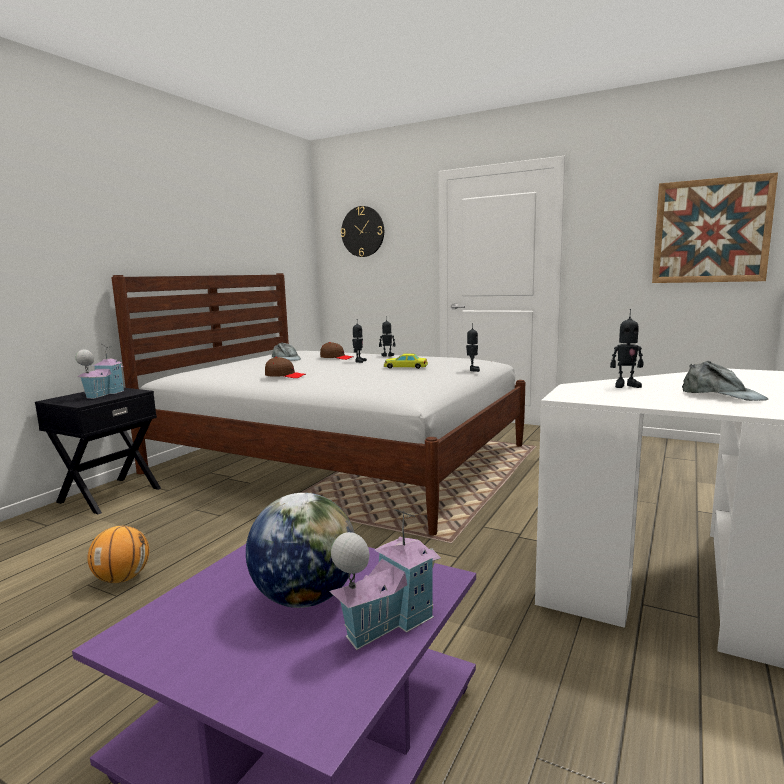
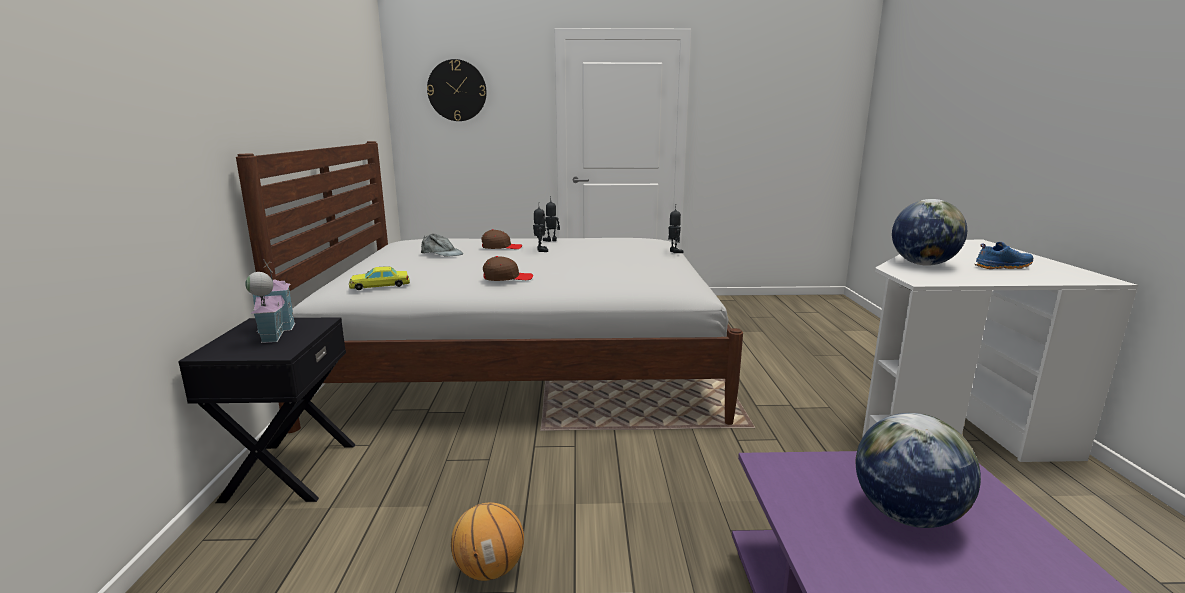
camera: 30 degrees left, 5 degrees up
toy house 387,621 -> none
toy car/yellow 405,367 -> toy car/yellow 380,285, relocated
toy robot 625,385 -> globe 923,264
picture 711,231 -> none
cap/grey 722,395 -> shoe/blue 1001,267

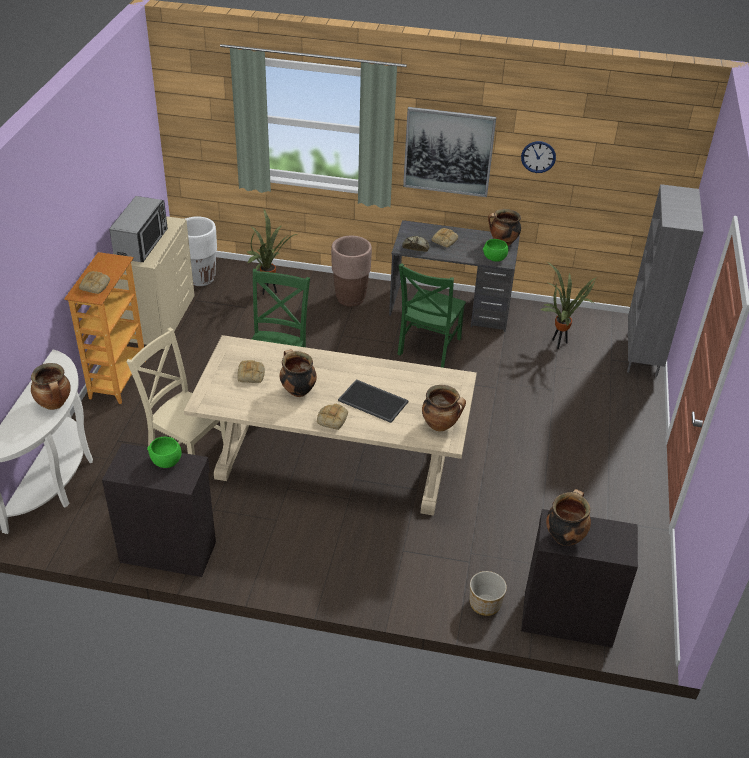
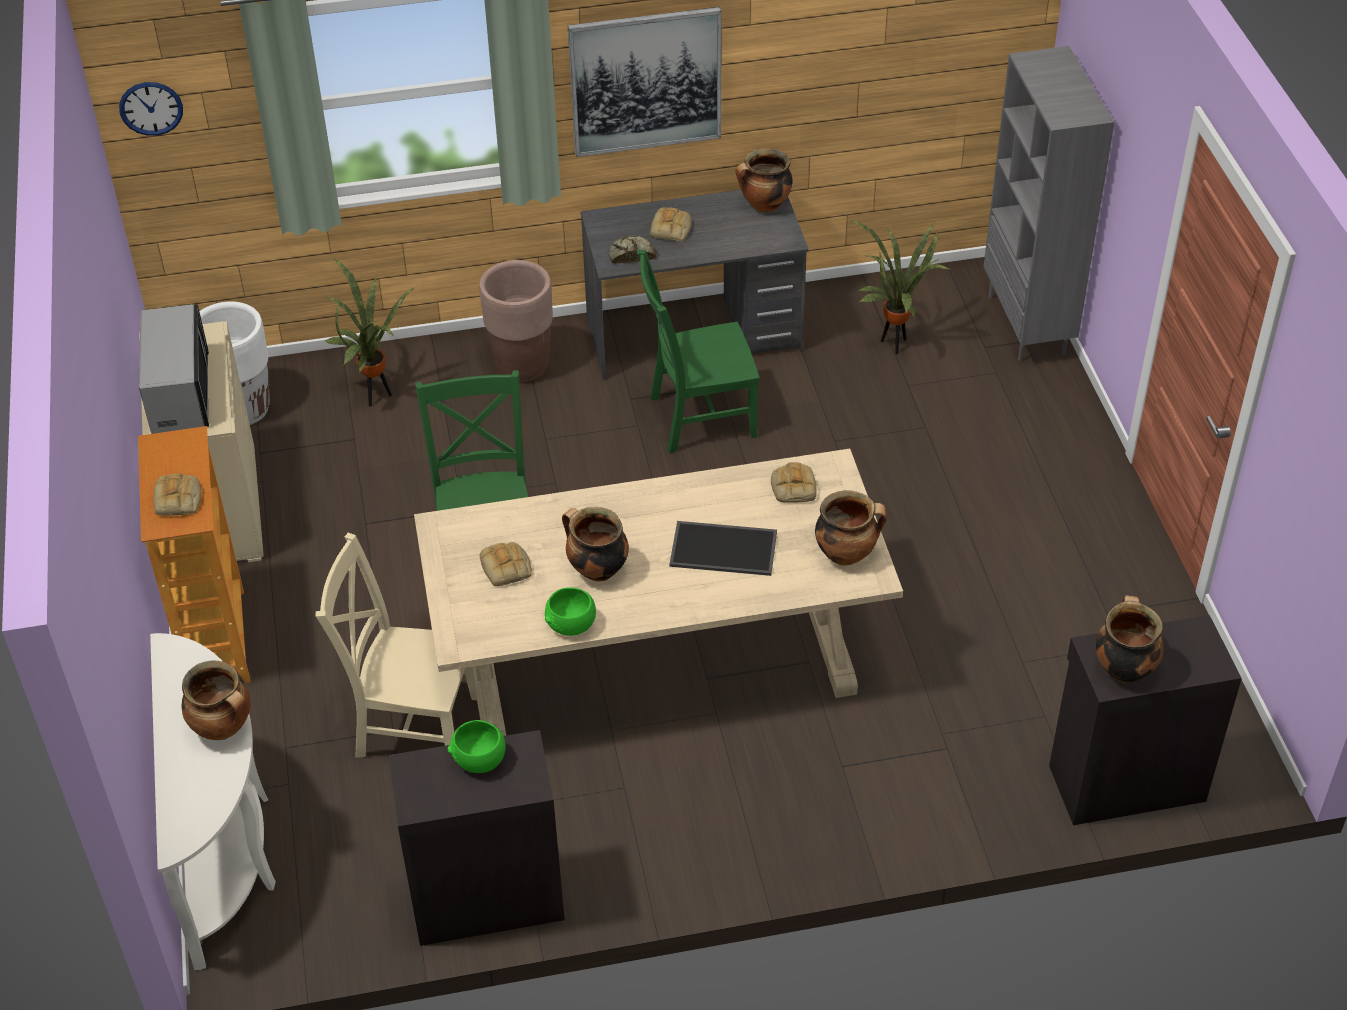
camera: 20 degrees left, 5 degrees up
bread 332,418 -> bread 792,487, relocated
chair/green 428,348 -> chair/green 697,417, 75 degrees clockwise
planter 484,604 -> none
bowl/green 494,258 -> bowl/green 571,625, relocated
wall clock 538,157 -> wall clock 151,108, relocated

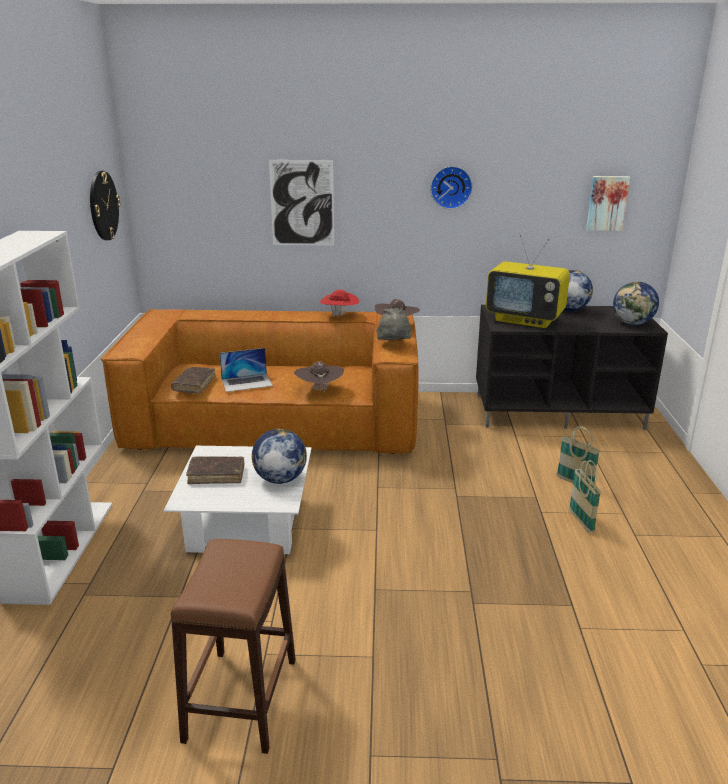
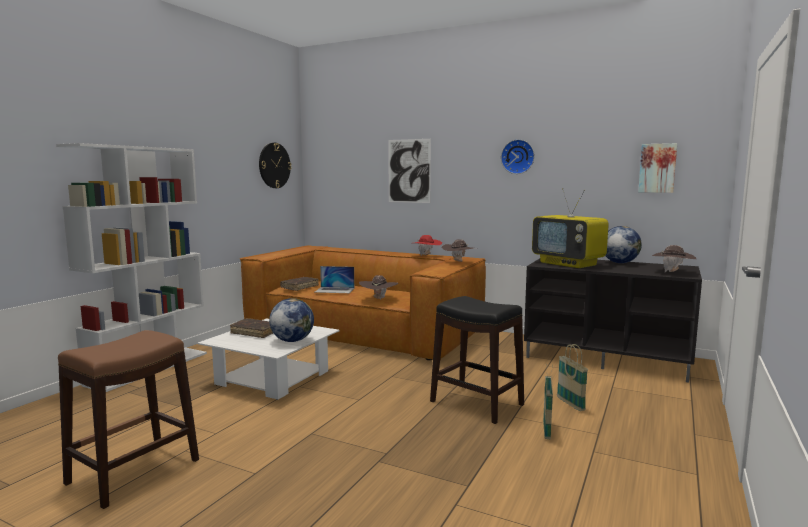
camera: 25 degrees right, 15 degrees down
hat/grey 394,344 -> none
globe 632,323 -> hat/brown 672,272
none -> stool/black 476,403

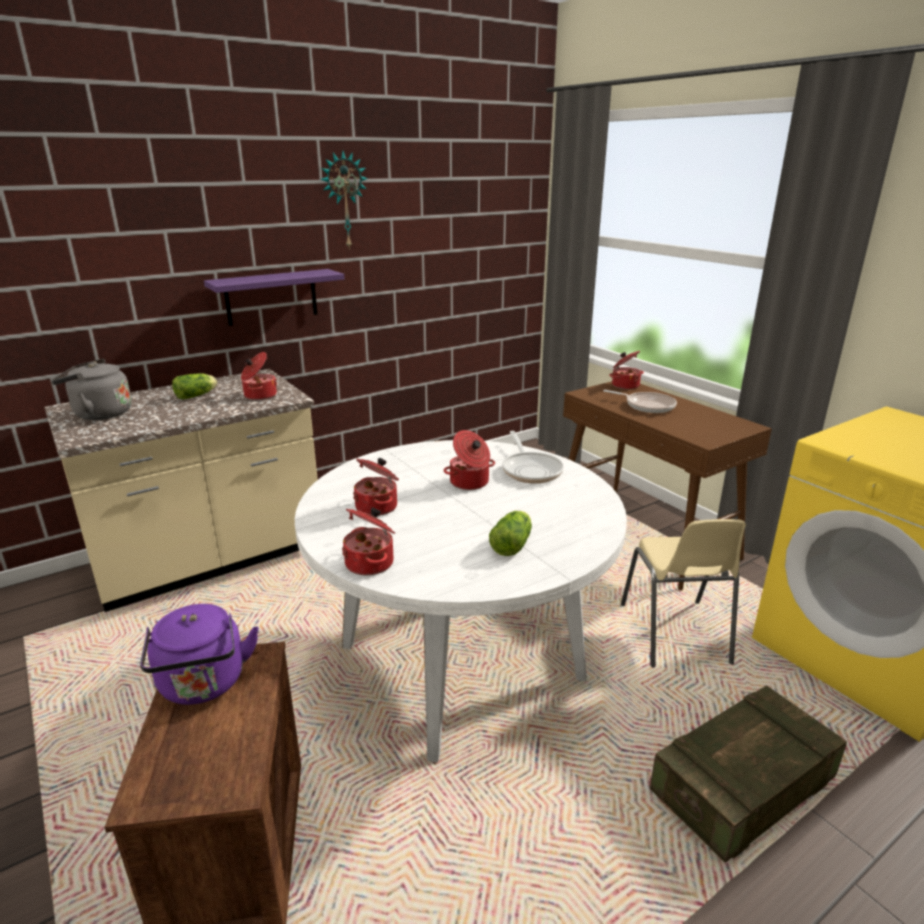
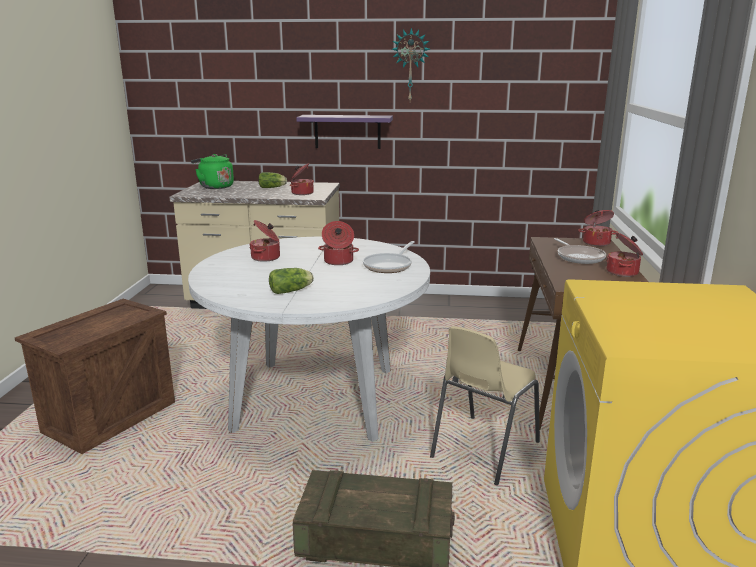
camera: 40 degrees right, 5 degrees down
kettle/grey 99,414 -> kettle/green 215,187
kettle/purple 203,685 -> none
cooking pot 371,563 -> cooking pot 623,272, relocated

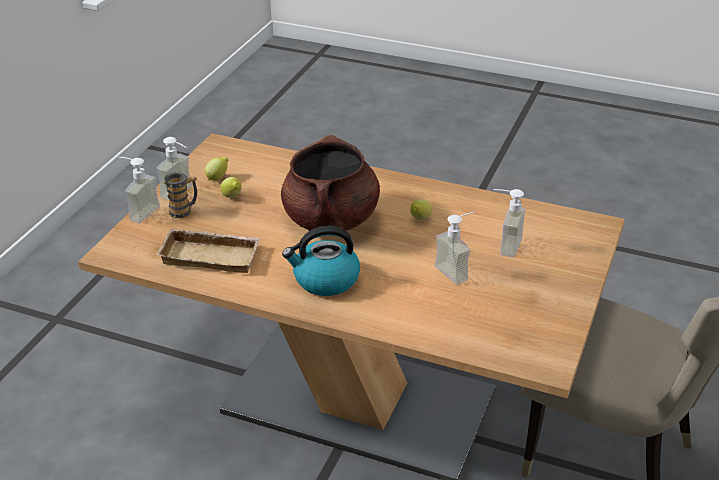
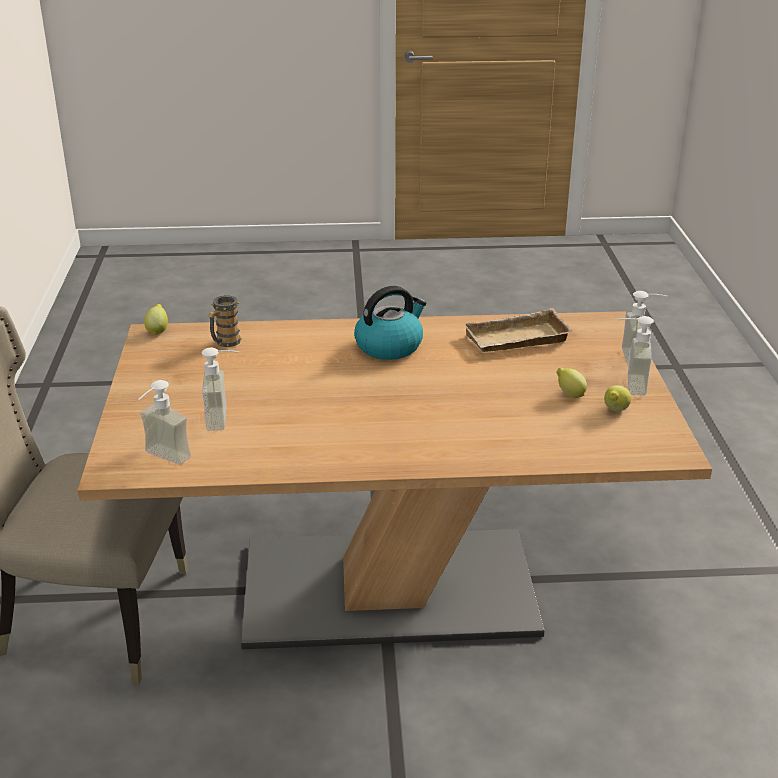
camera: 155 degrees right, 5 degrees down
mug 184,211 -> mug 225,343, relocated
cooking pot/brown 331,221 -> none
lemon 419,219 -> lemon 157,331, relocated
soap dispenser 457,270 -> soap dispenser 161,459, relocated

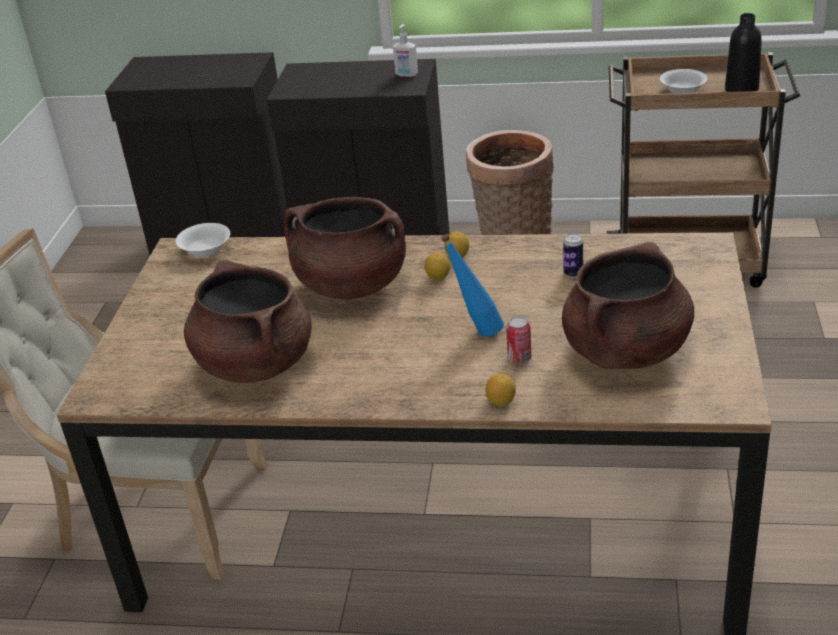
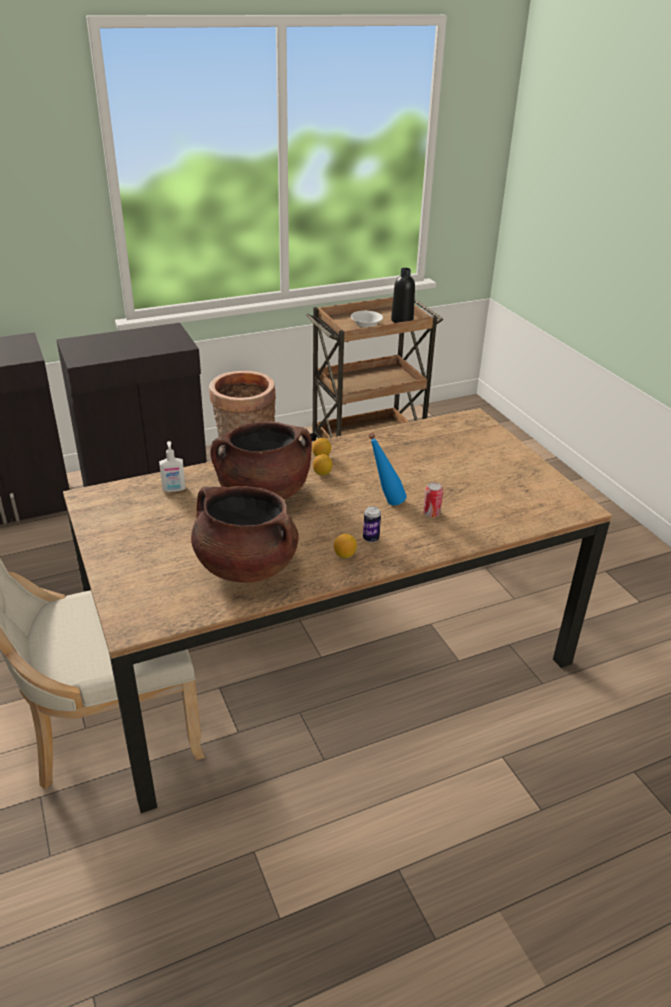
camera: 35 degrees left, 0 degrees up
bowl/white 206,249 -> none
soap dispenser 406,75 -> soap dispenser 174,489, relocated
lemon 501,401 -> lemon 344,555, relocated
cooking pot/brown 626,351 -> none
can 573,273 -> can 371,538, relocated

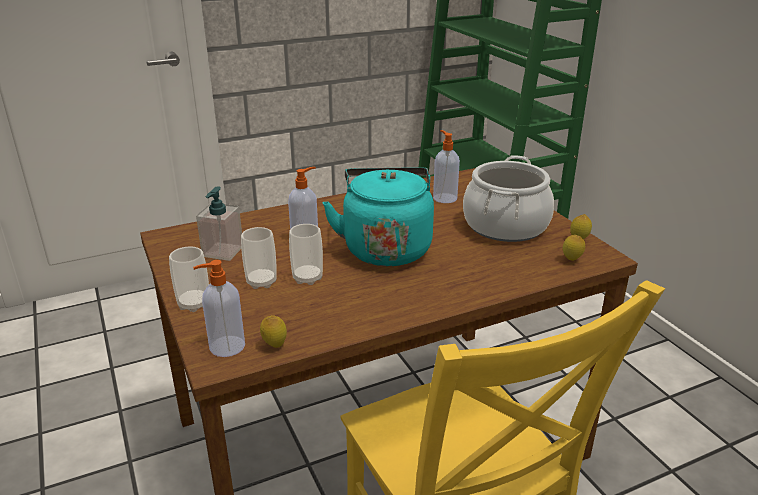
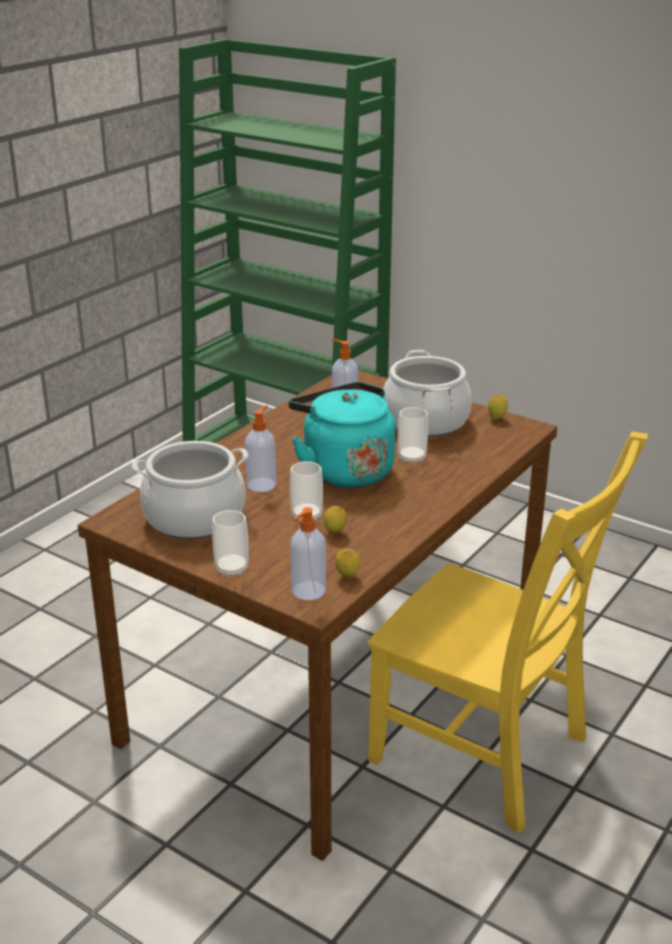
camera: 30 degrees left, 0 degrees up
soap dispenser 223,251 -> cooking pot 194,517
cup 261,282 -> cup 411,458, relocated
lemon 571,260 -> lemon 335,533, relocated

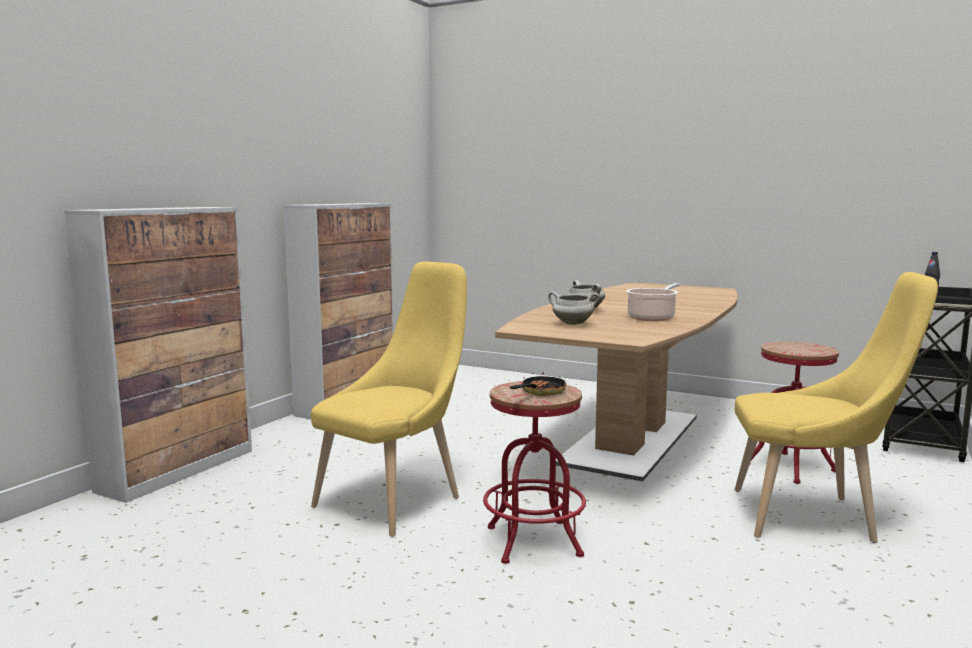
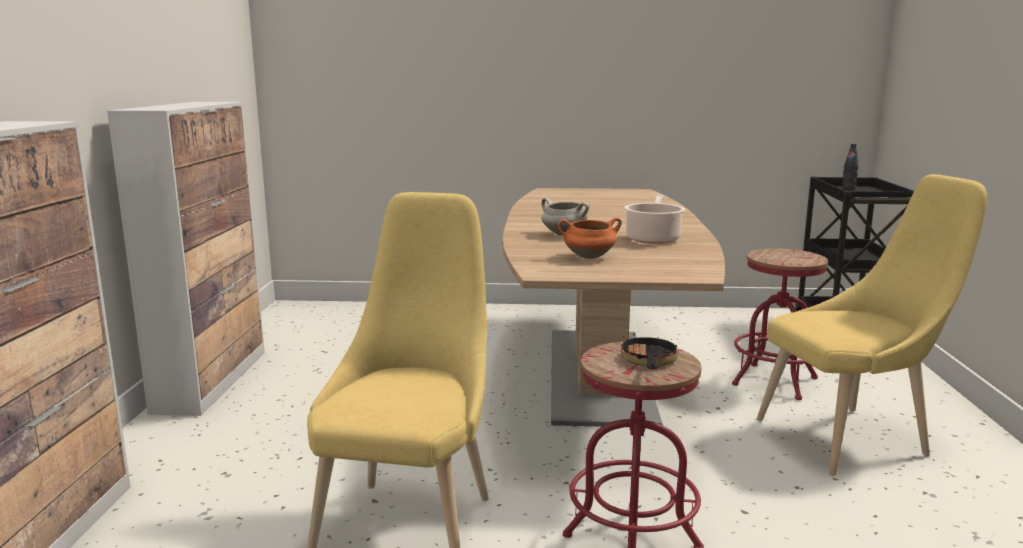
camera: 25 degrees left, 5 degrees up
cooking pot/white 572,324 -> cooking pot/orange 588,257

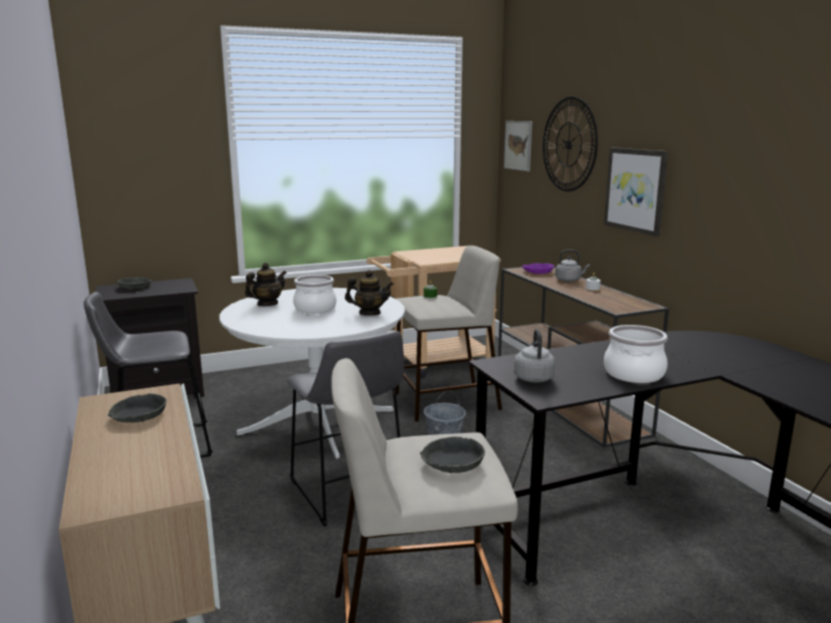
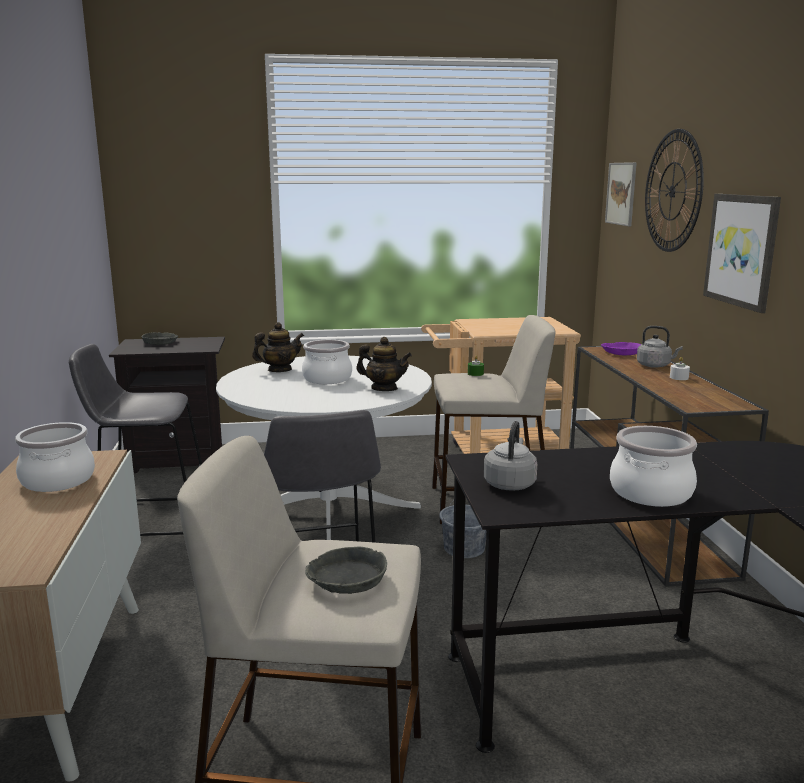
camera: 15 degrees right, 0 degrees up
bowl/grey 138,415 -> cooking pot 57,480

